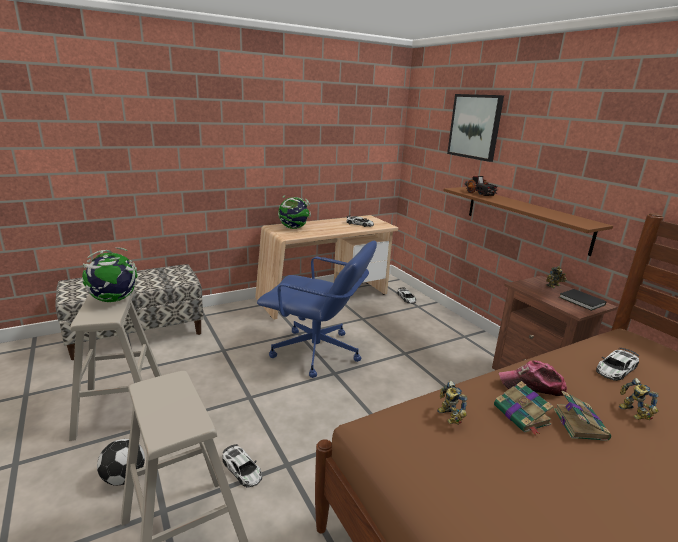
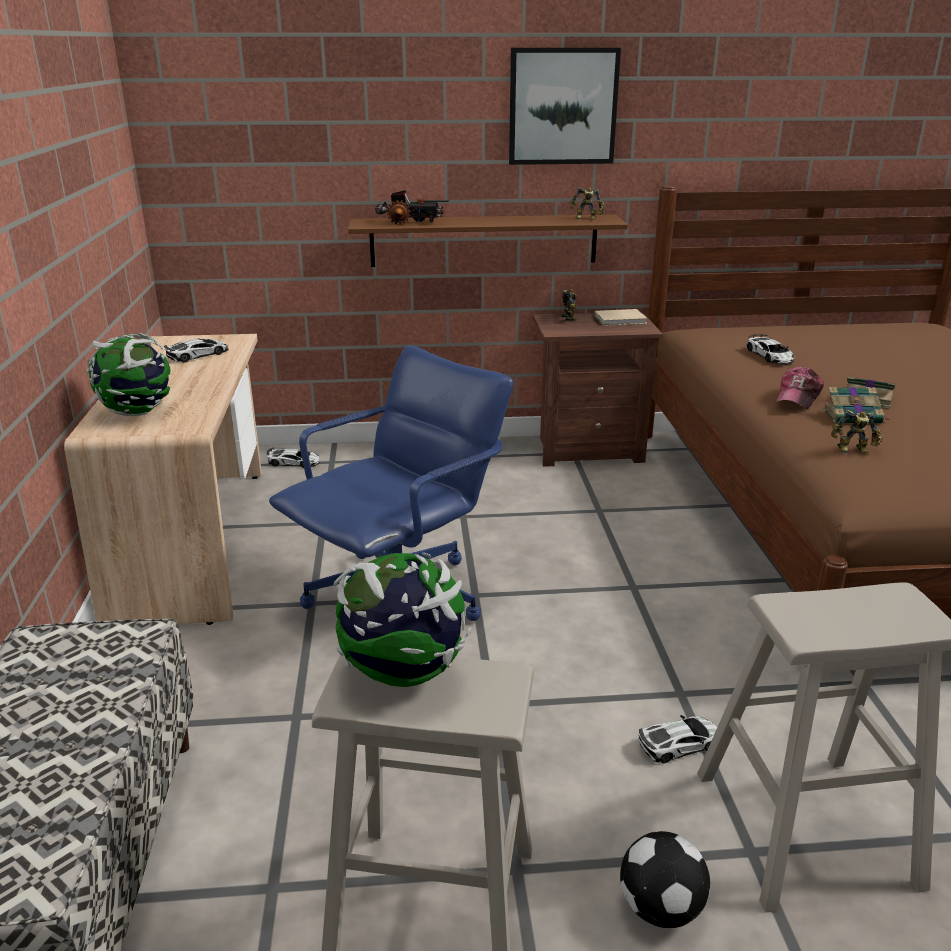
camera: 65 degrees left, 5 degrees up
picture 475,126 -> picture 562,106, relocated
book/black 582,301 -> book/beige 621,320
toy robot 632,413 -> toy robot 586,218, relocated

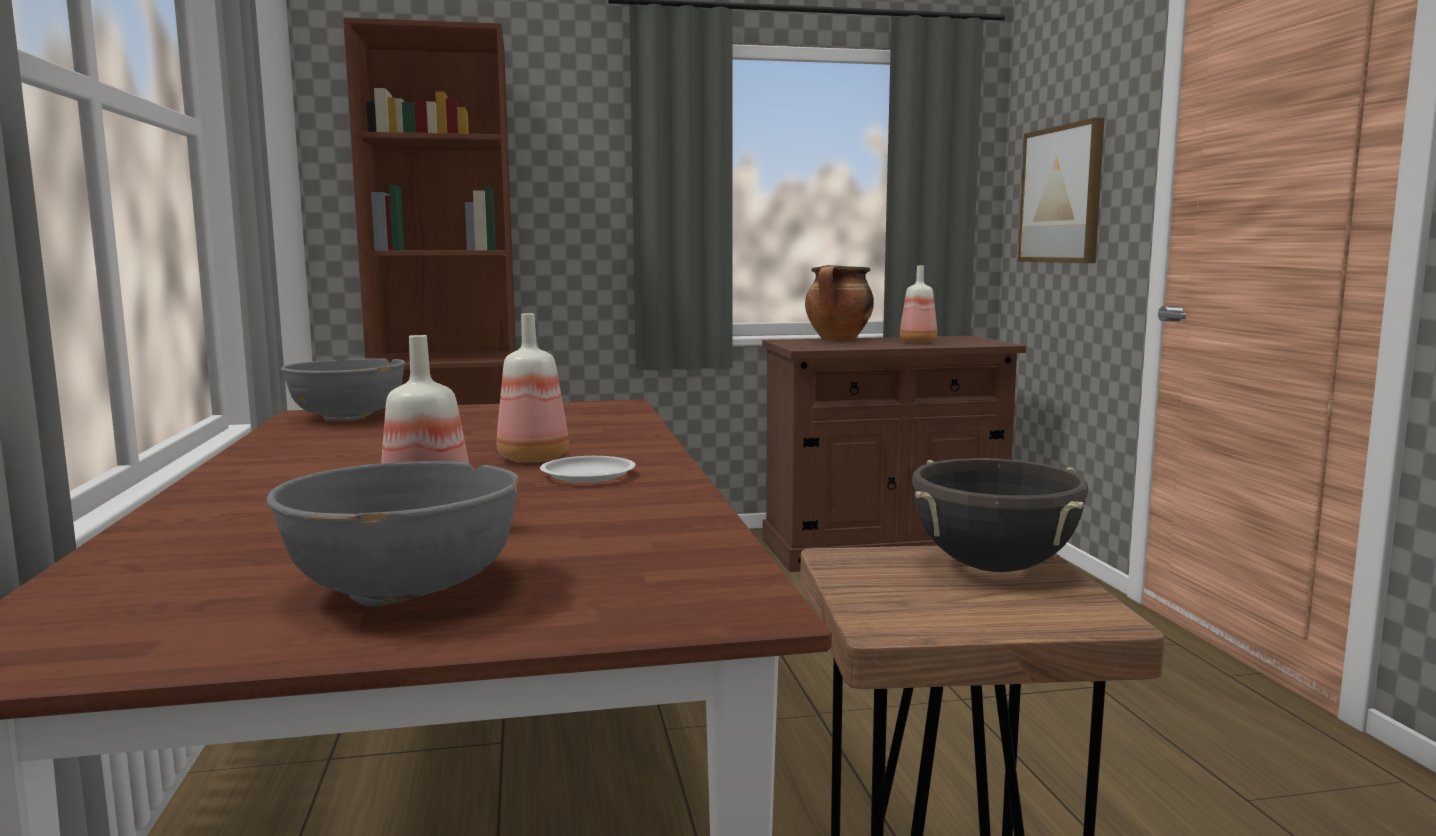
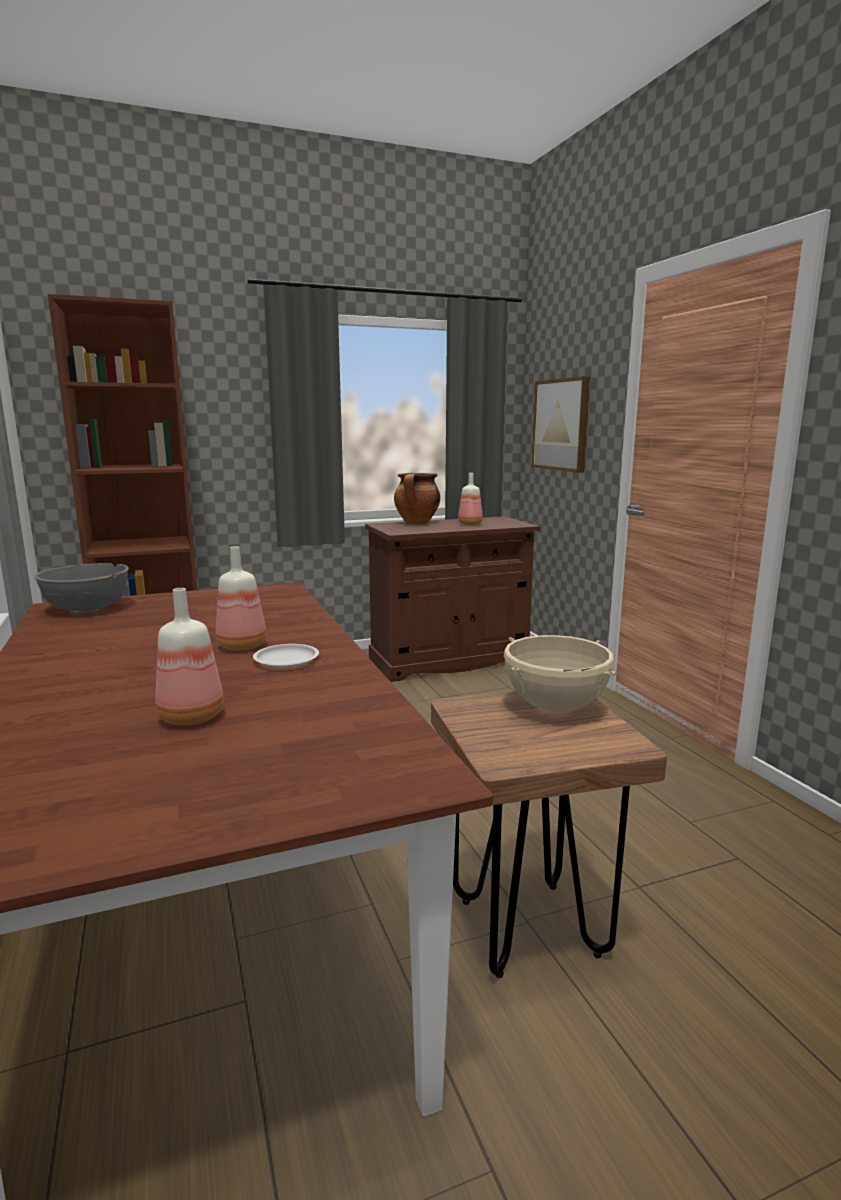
camera: 10 degrees left, 5 degrees up
bowl/grey 404,589 -> none
cooking pot/black 994,568 -> cooking pot/beige 555,708

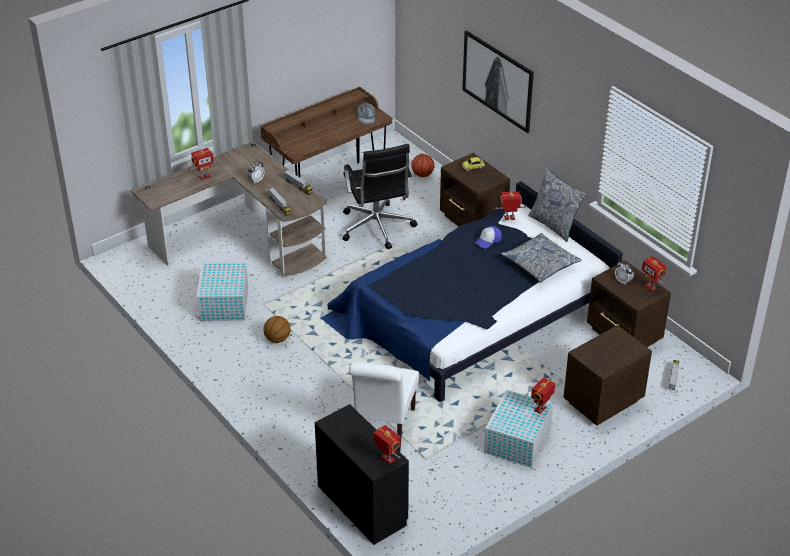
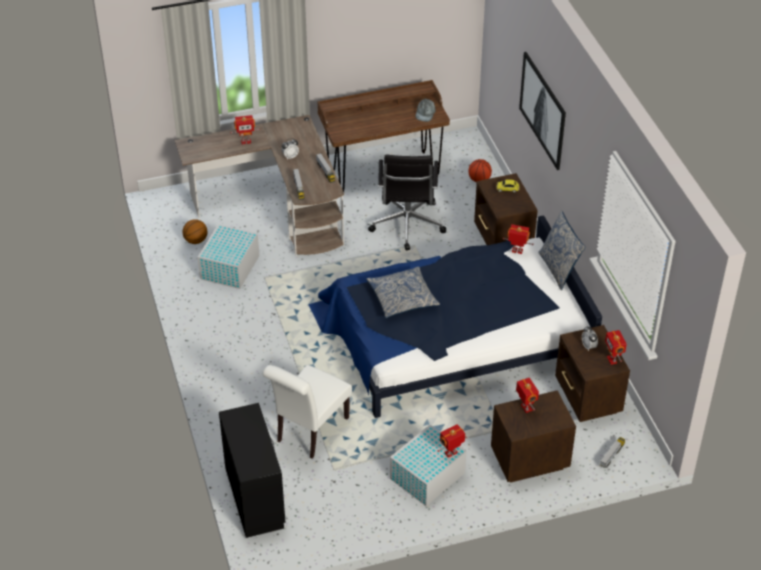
camera: 20 degrees right, 5 degrees up
basketball 277,339 -> basketball 196,240, relocated
toy robot 387,459 -> toy robot 525,408, relocated
cap 488,240 -> none
pillow 540,264 -> pillow 402,298, relocated

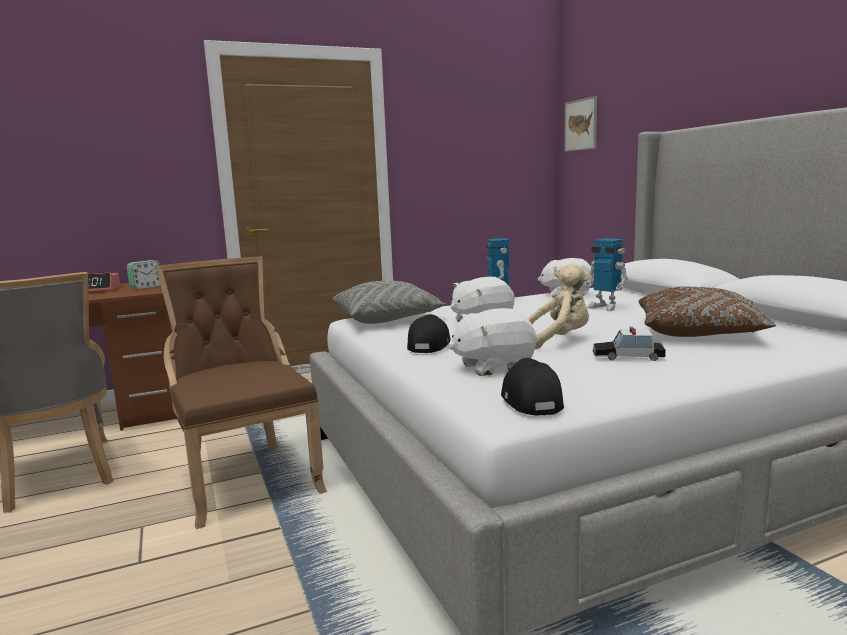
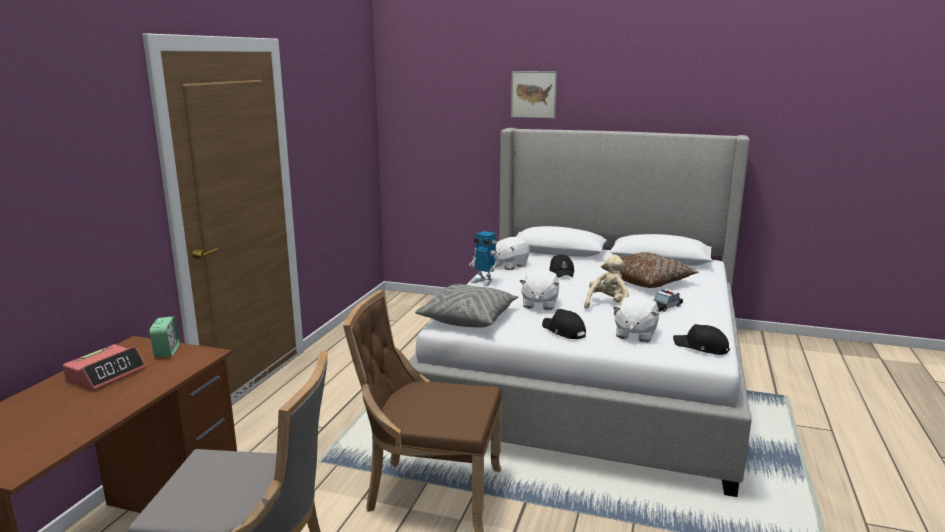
camera: 50 degrees left, 5 degrees up
picture 581,125 -> picture 533,94, relocated
toy robot 605,307 -> cap/black 562,272

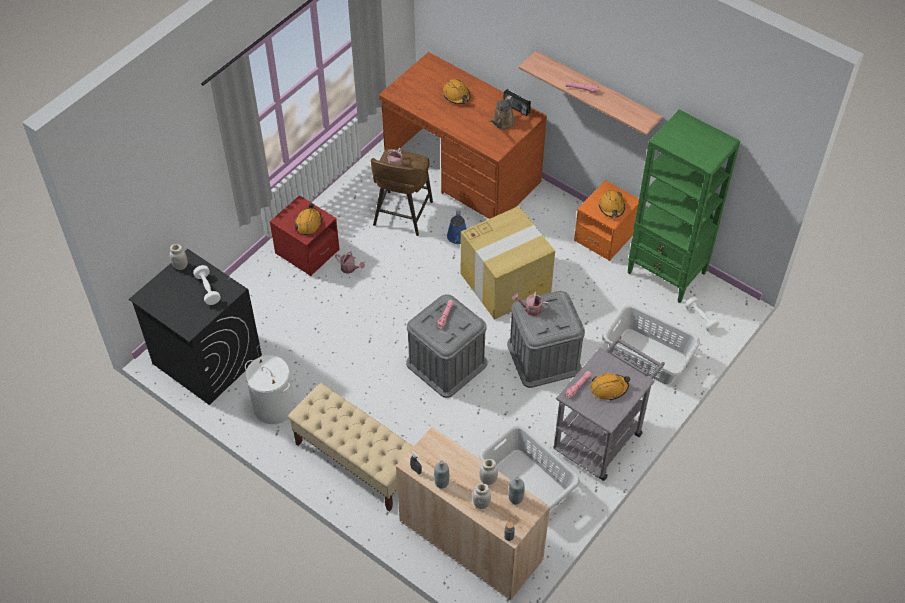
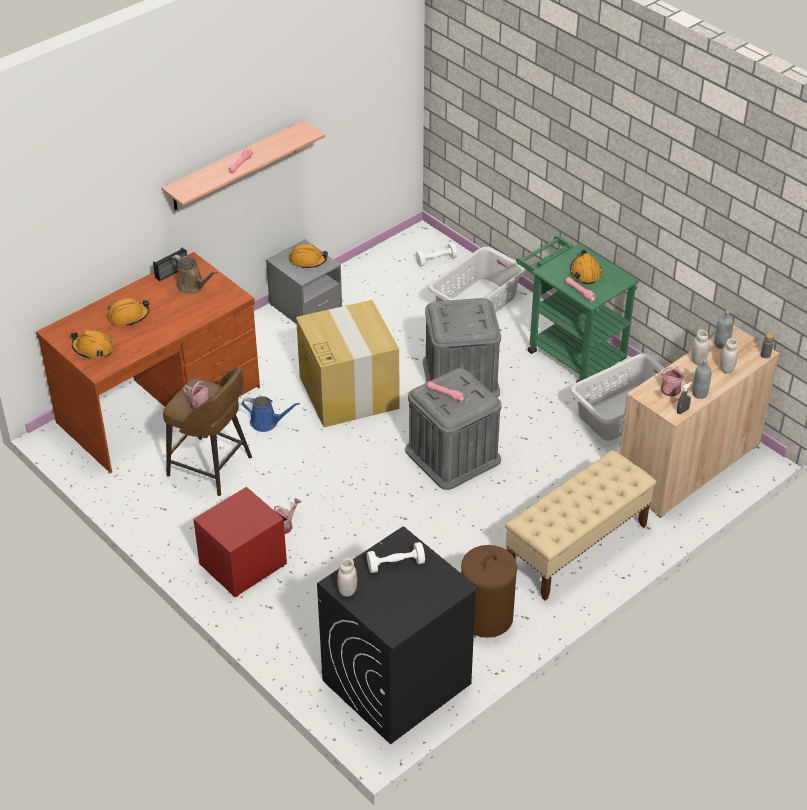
camera: 80 degrees left, 10 degrees down
laundry basket/white 273,407 -> laundry basket/brown 486,617
hard hat/orange 308,223 -> hard hat/orange 93,349, relocated
watering can 530,309 -> watering can 670,391, relocated
cart/grey 602,435 -> cart/green 569,351
nightstand/orange 605,236 -> nightstand/grey 305,307
bookcase/green 667,273 -> none

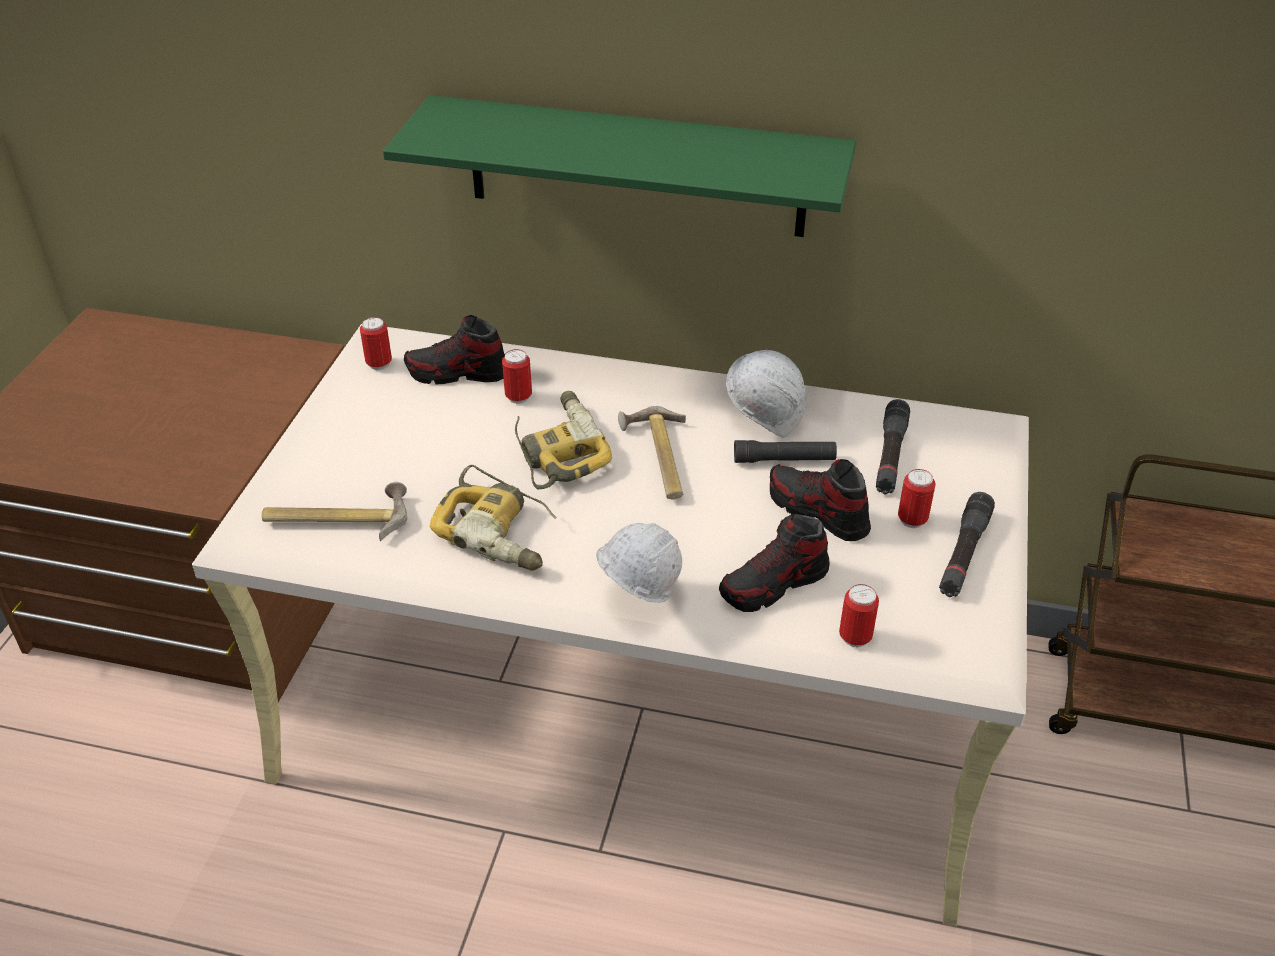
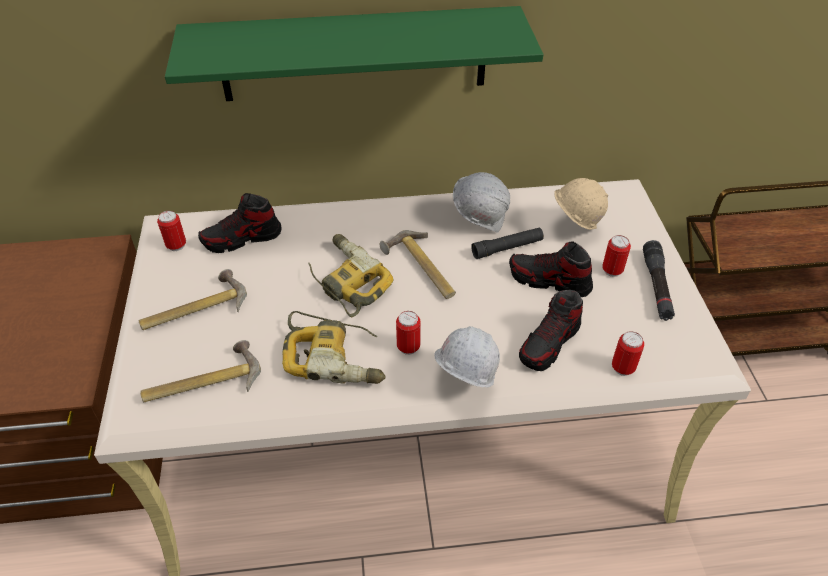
camera: 20 degrees left, 5 degrees up
can 518,397 -> can 408,347, relocated
flashlight/black 890,456 -> hard hat/beige 573,228
none -> hammer 194,308

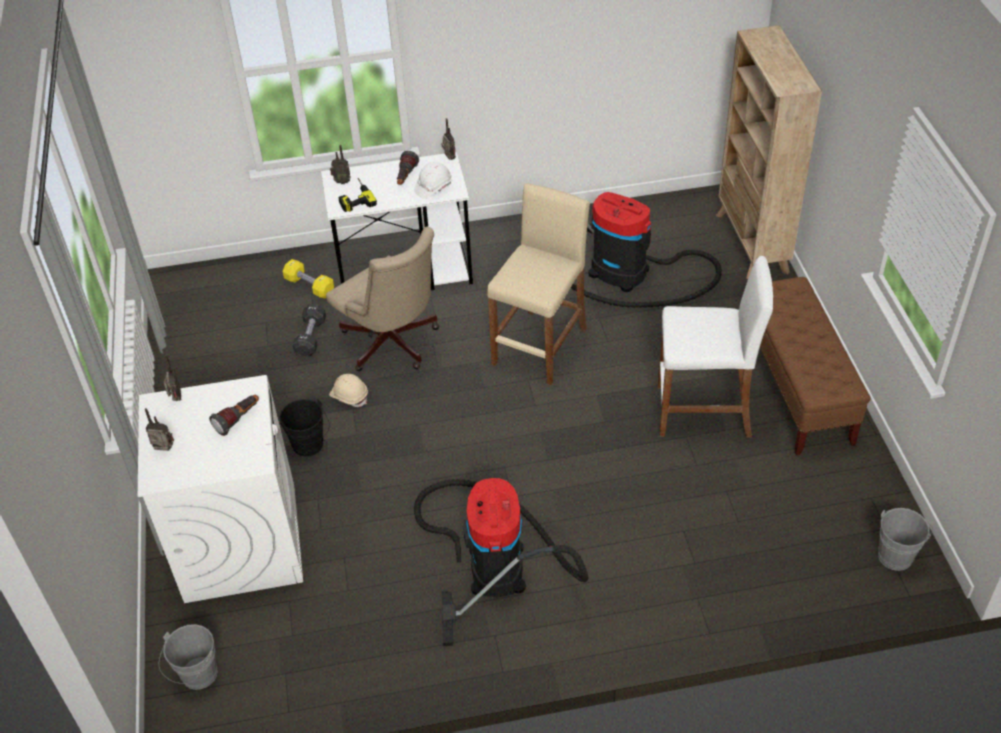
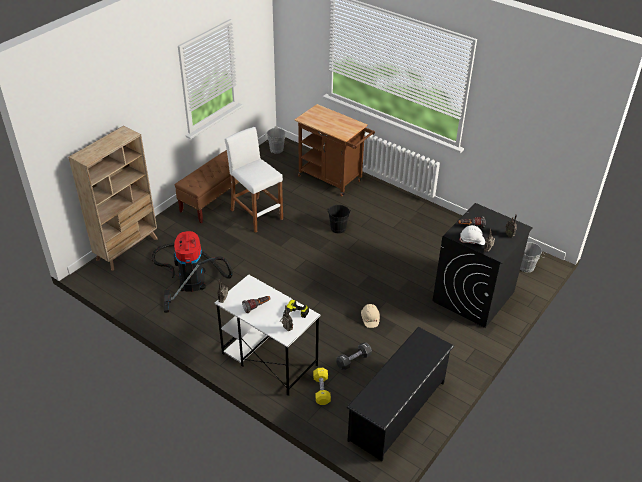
camera: 135 degrees left, 5 degrees down
washing machine/white 240,541 -> washing machine/black 473,296
bucket/black 310,447 -> bucket/black 338,227, relocated
office chair/beige 393,345 -> none
hard hat/white 433,187 -> hard hat/white 472,240, relocated
vacuum cleaner 494,562 -> none
stool/beige 540,346 -> none
none -> cart/brown 333,180
none -> shoe rack/black 397,411

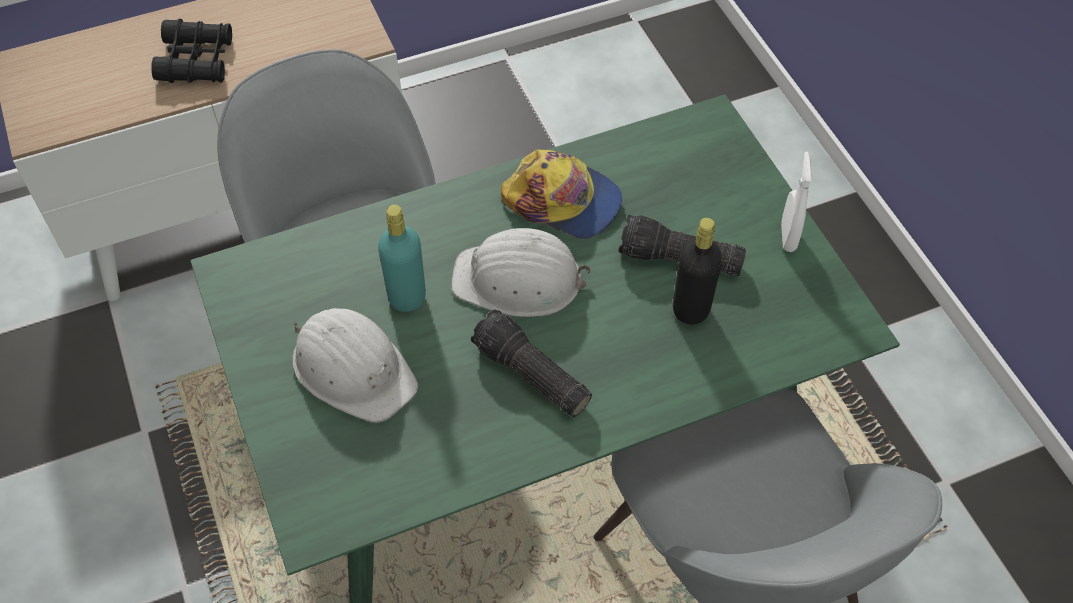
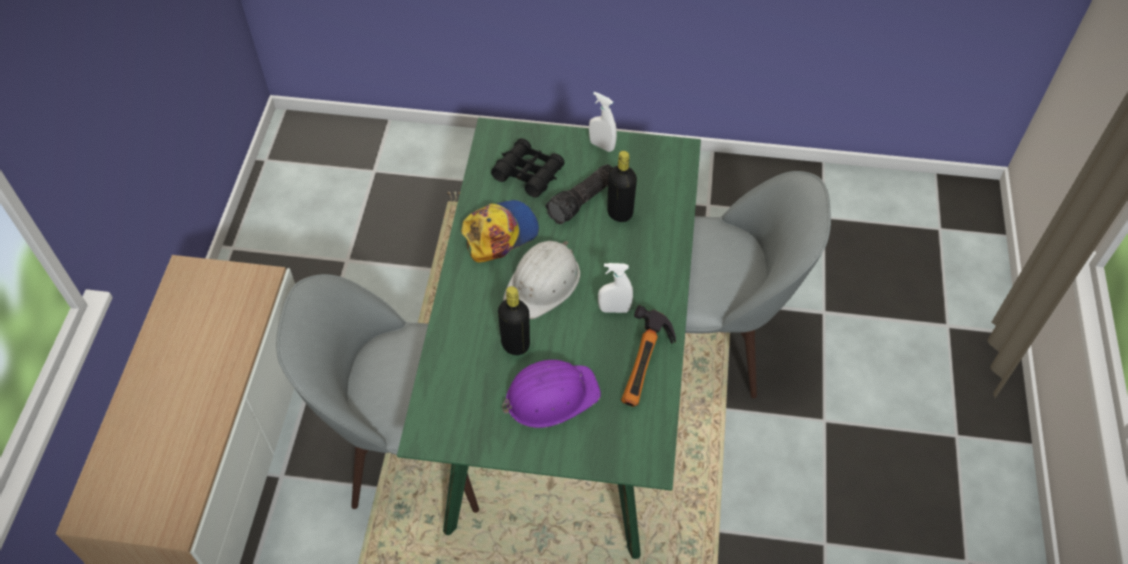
camera: 60 degrees left, 0 degrees up
binoculars/black 196,60 -> binoculars/black 528,173, relocated
hard hat/white 353,368 -> hard hat/purple 550,396
bottle/turquoise 407,297 -> bottle/black 515,344
flashlight 529,376 -> spray bottle/white 614,309
none -> hammer 647,368

